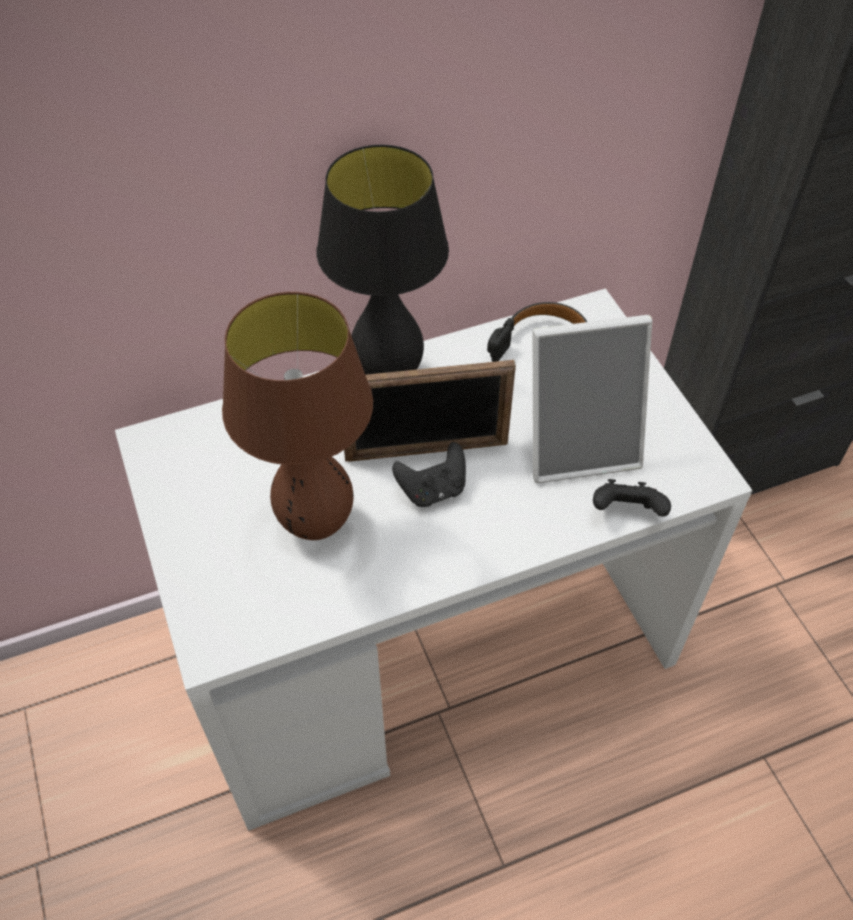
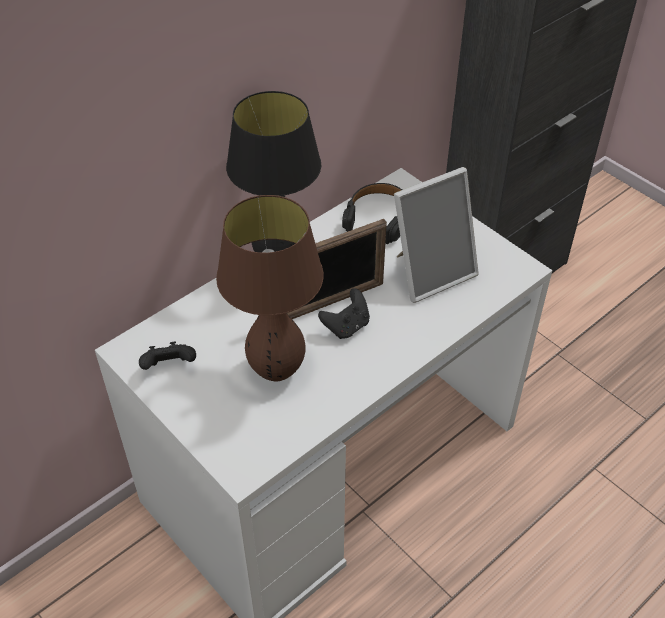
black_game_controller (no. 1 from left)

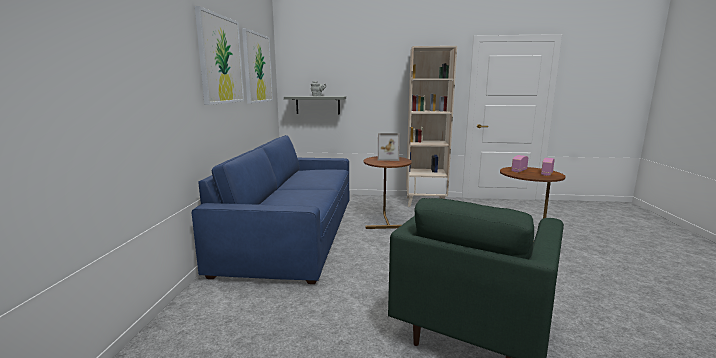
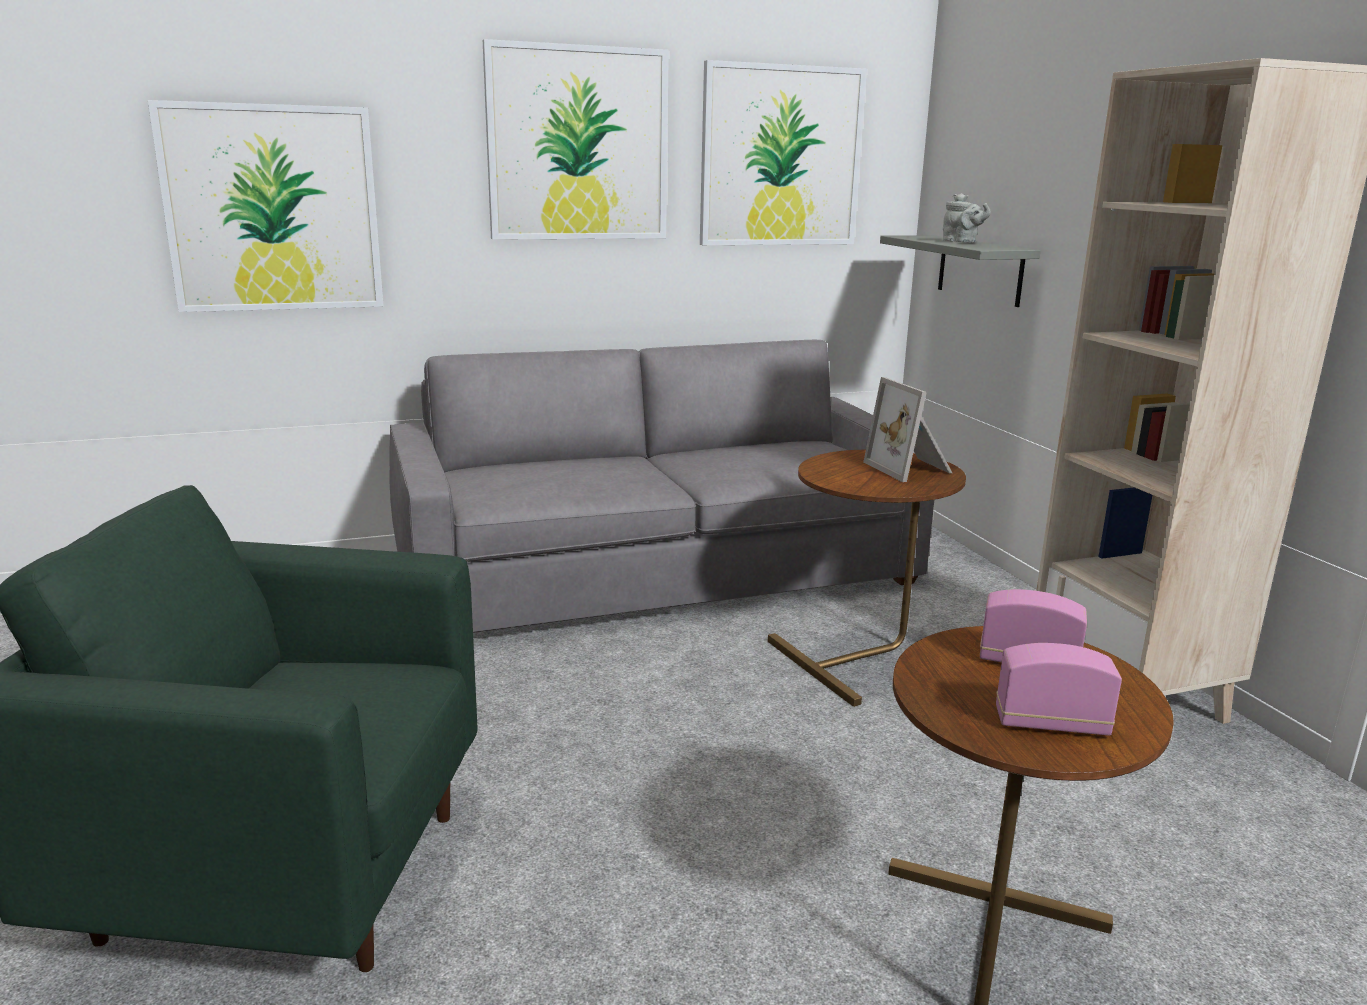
picture (no. 1 from left); greyish_settee

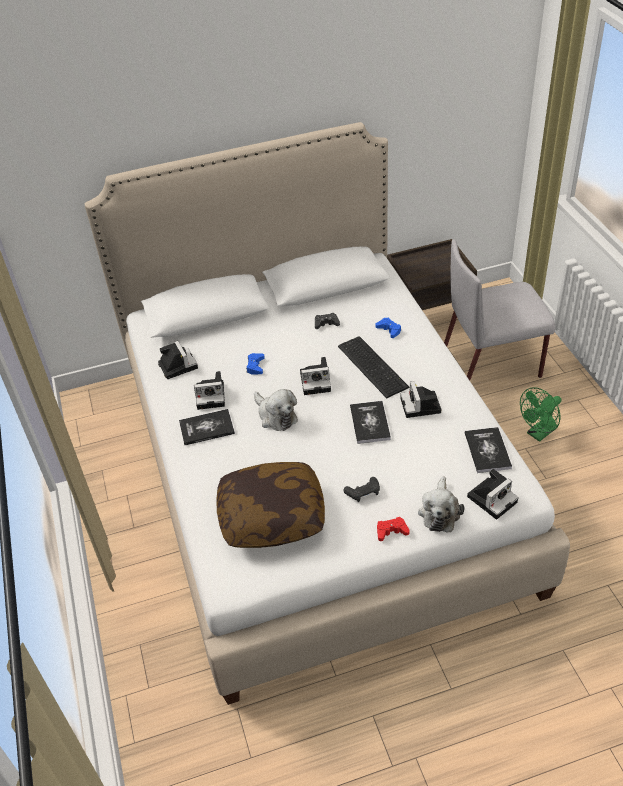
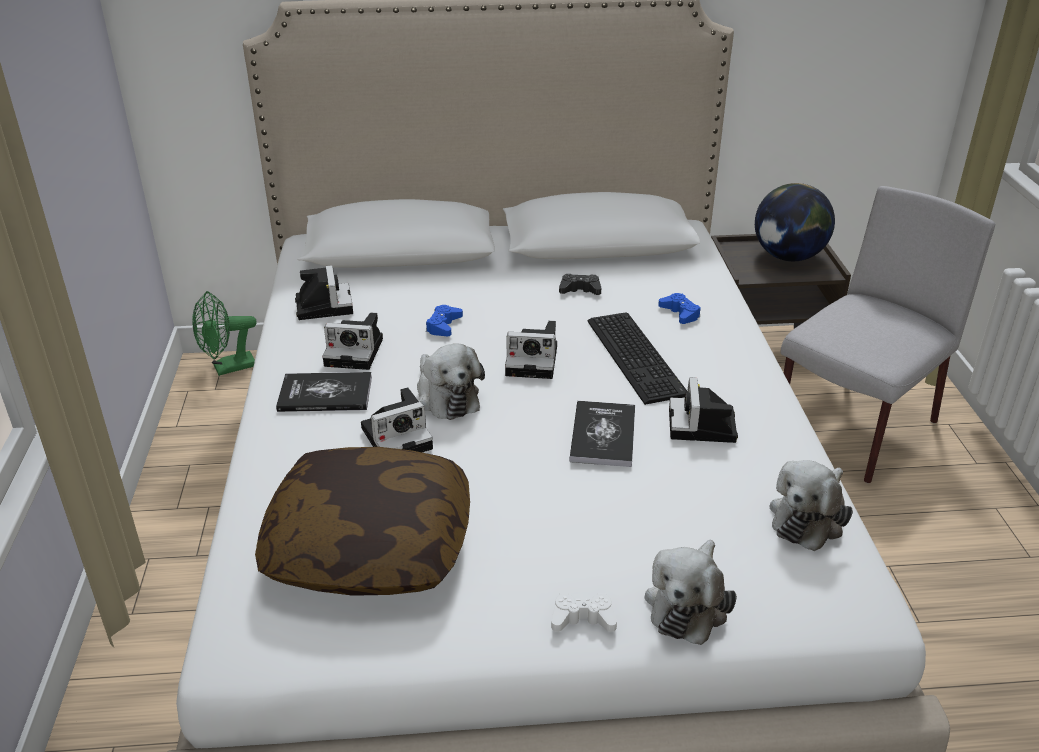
black_game_controller (no. 2 from left in the first image); globe; still_camera (no. 3 from left); green_electric_fan; soft_toy (no. 3 from left); white_game_controller; greyish_plain_chair

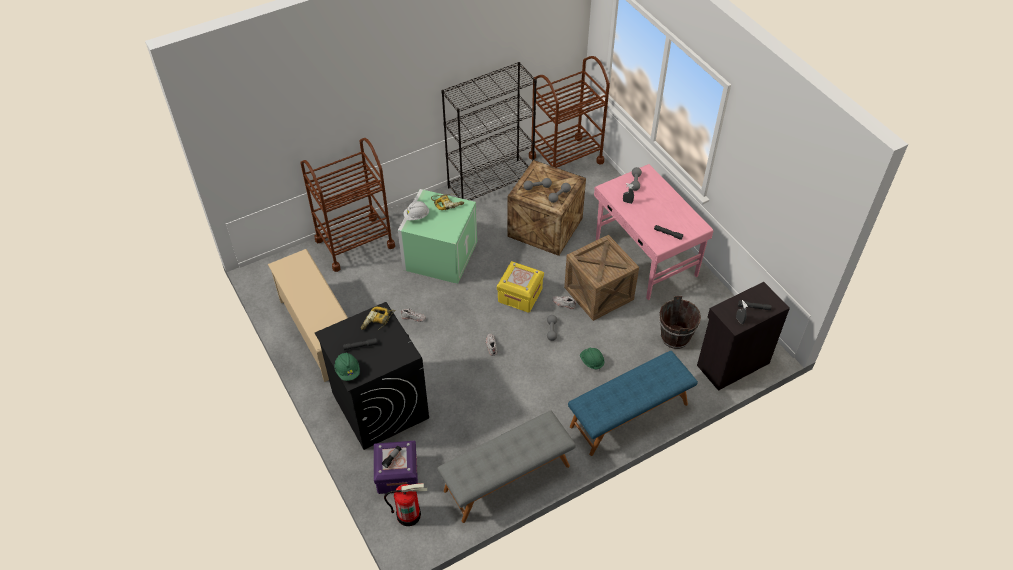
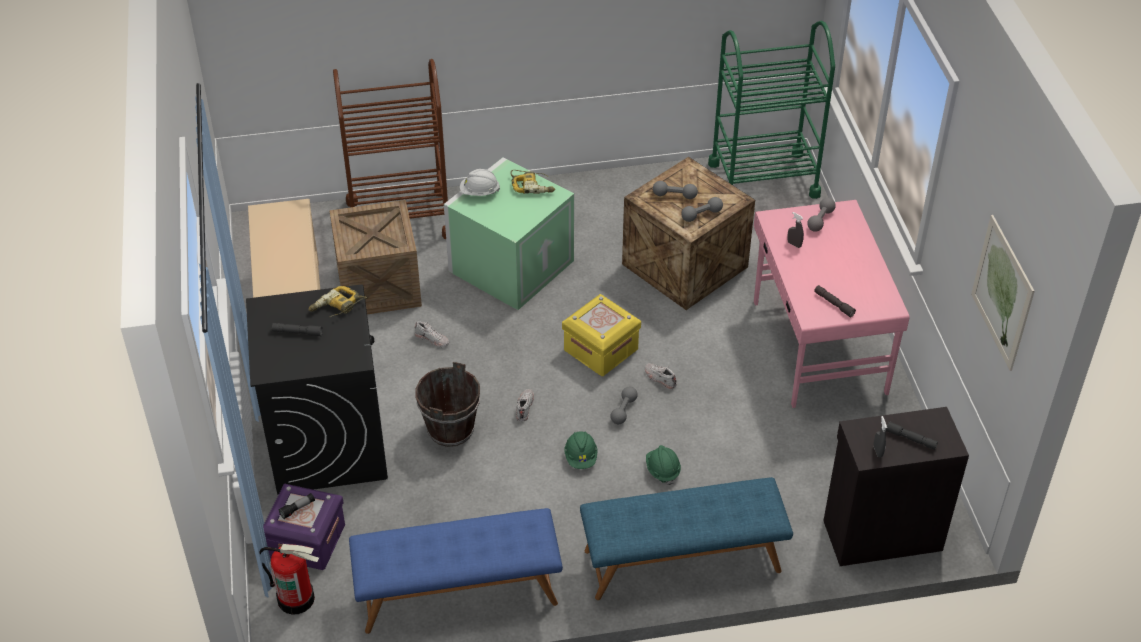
black_bookshelf; picture; green_work_helmet (no. 1 from left); packing_crate (no. 1 from left); brown_bucket; blue-coloured_indoor_bench (no. 1 from left); green_trolley

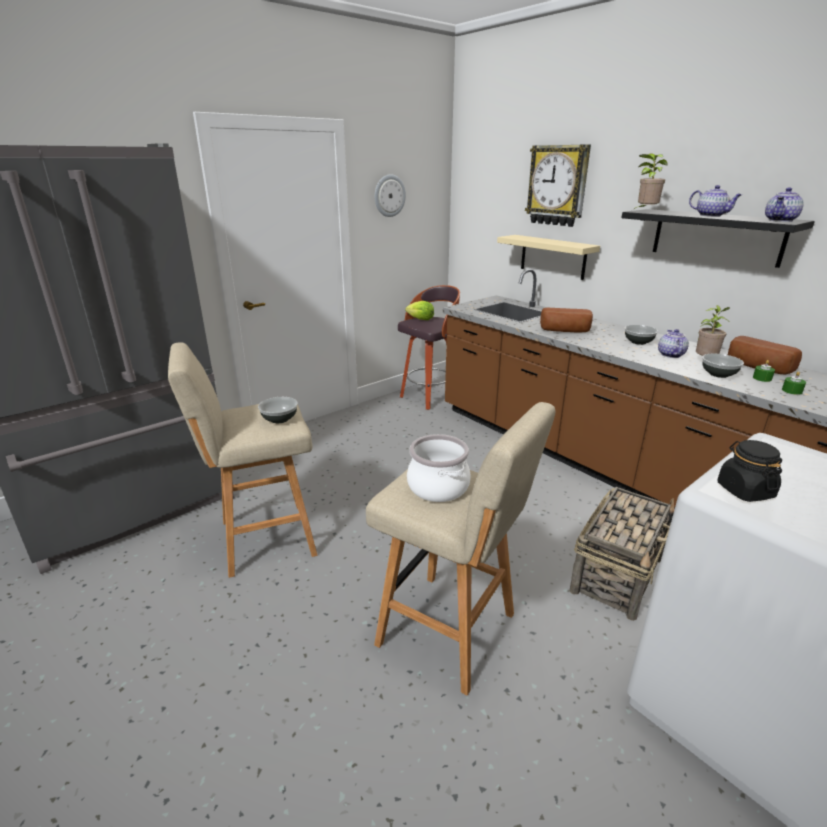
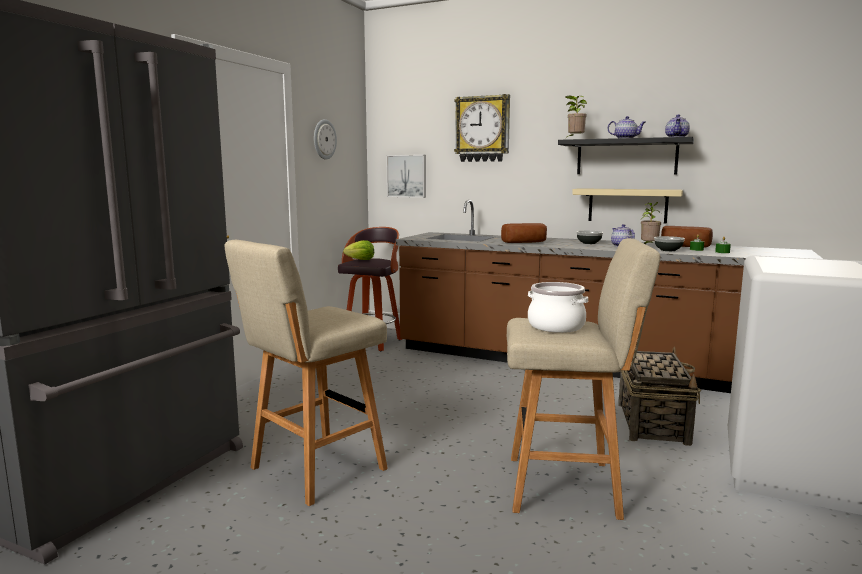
serving_bowl (no. 1 from left in the first image); black_storage_jar; picture; sand-coloured_wall_shelf

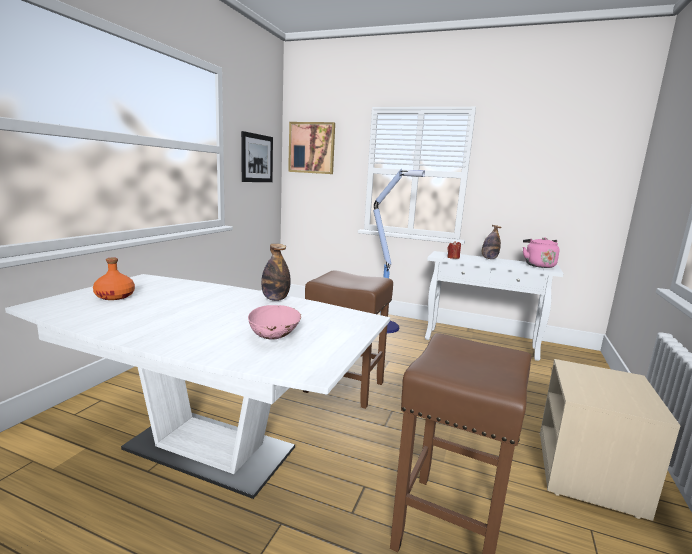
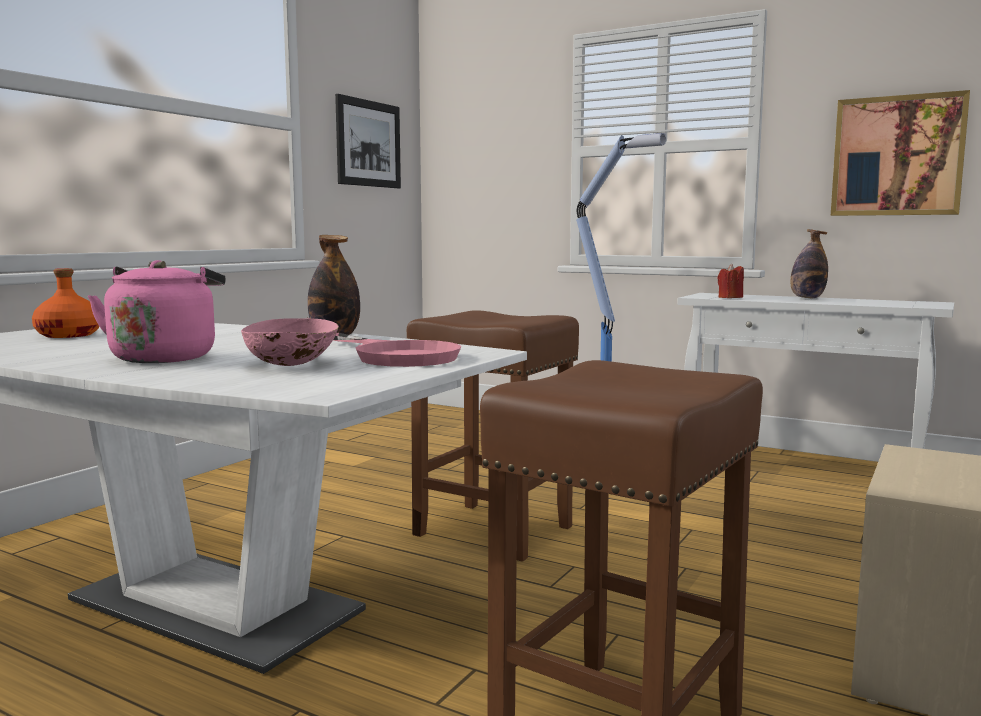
pink-coloured_frying_pan; picture (no. 2 from left); pink-coloured_tea_kettle

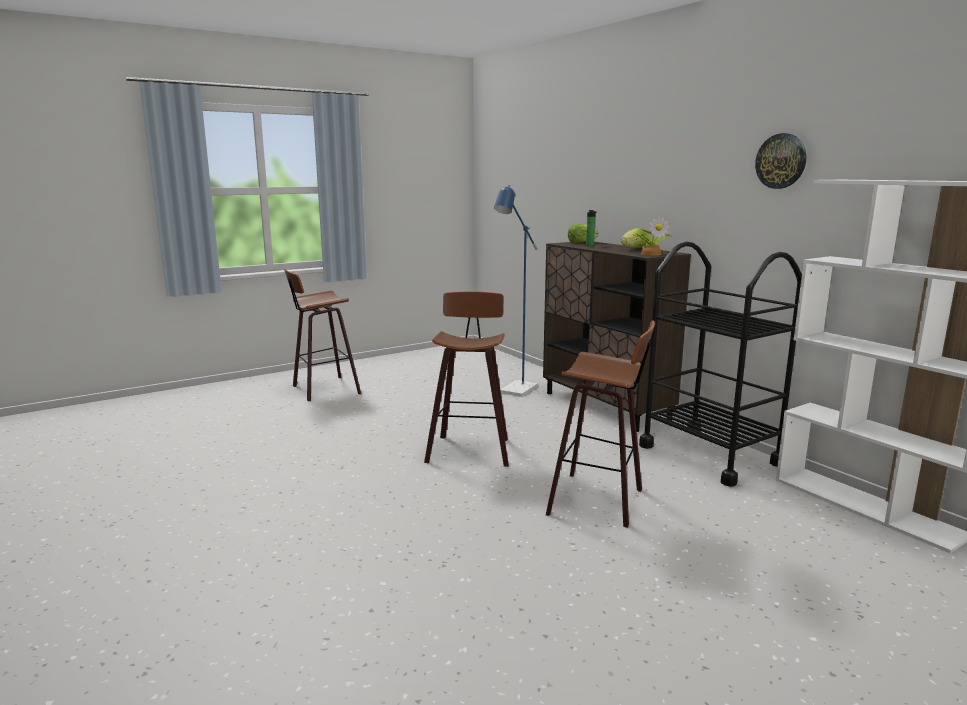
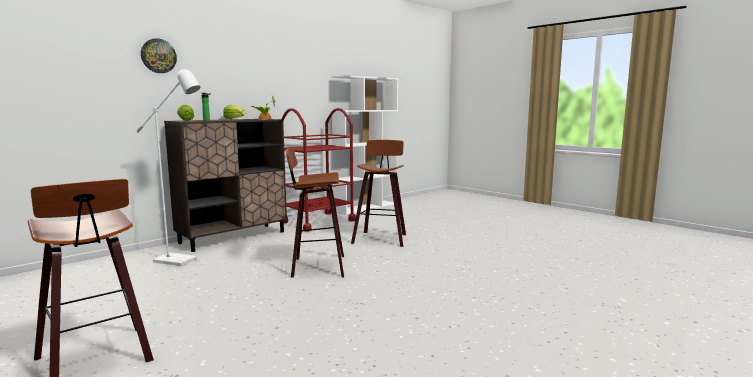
wall_clock; white_standing_lamp; red_trolley

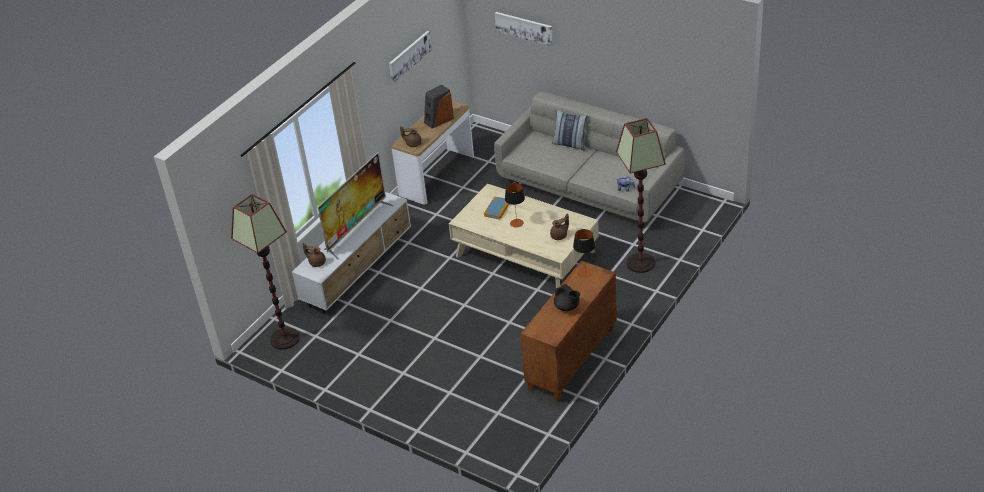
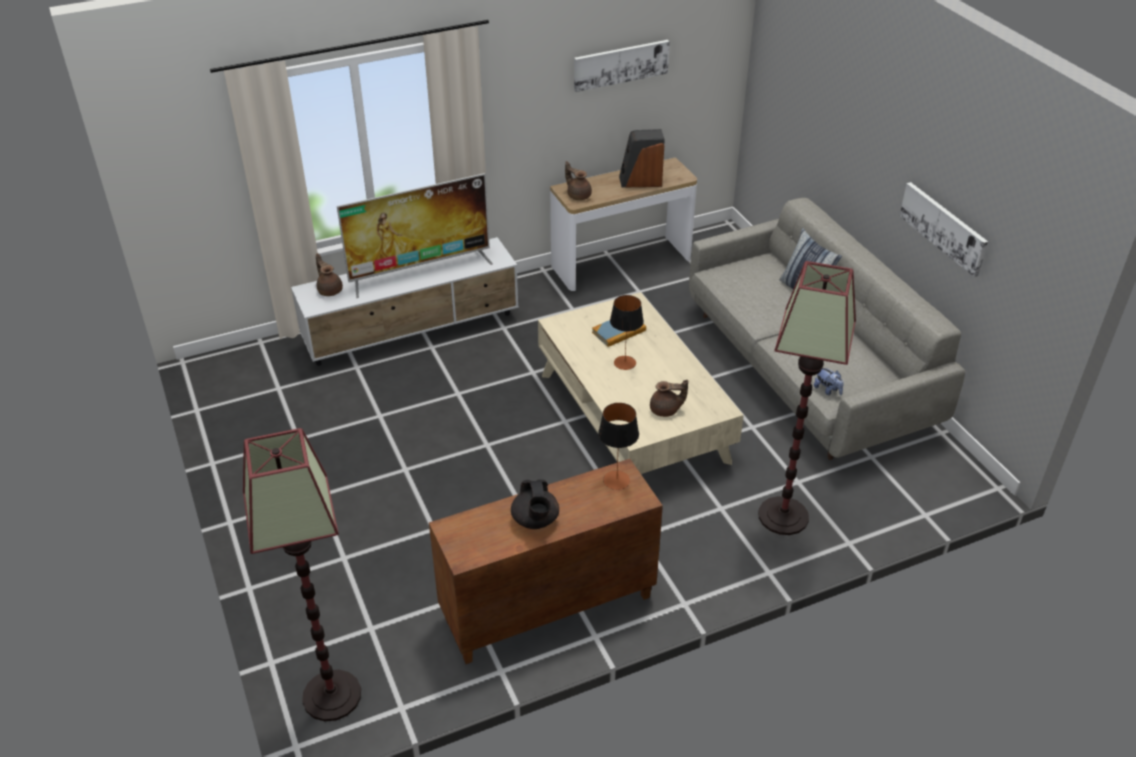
standing_lamp (no. 1 from left); picture (no. 2 from left)

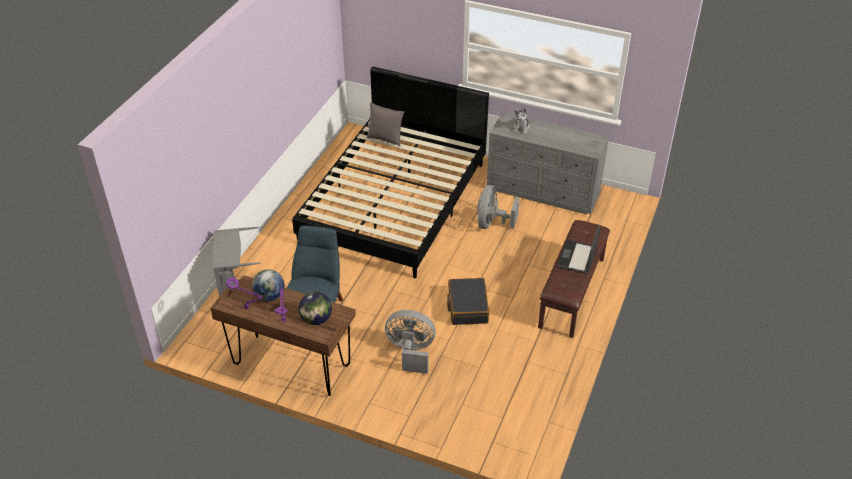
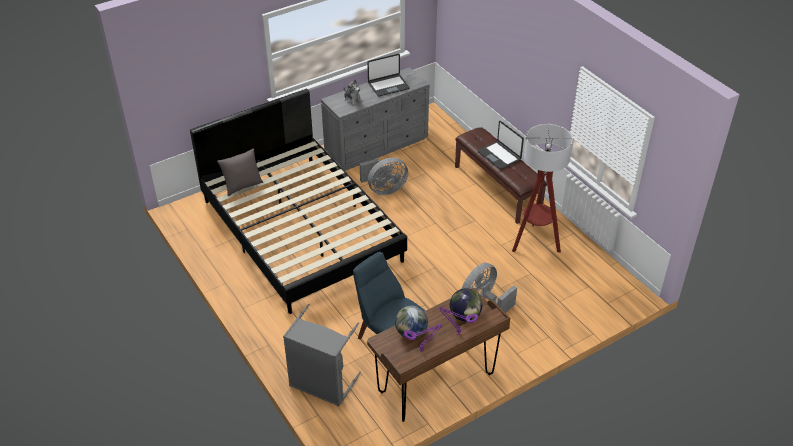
black_piece_of_luggage; portable_computer (no. 1 from left); standing_lamp; greyish_electric_fan (no. 1 from left)

